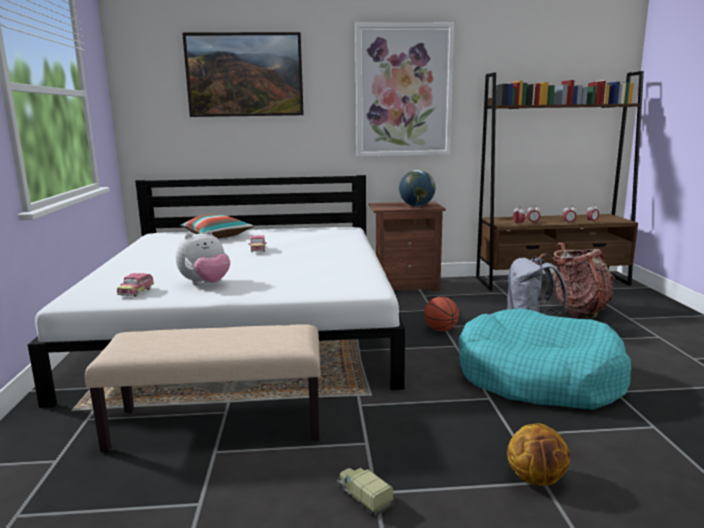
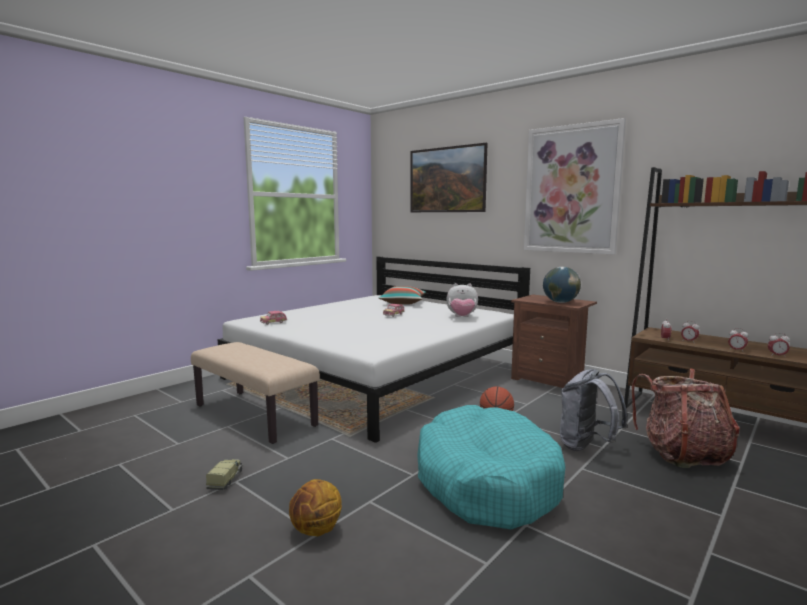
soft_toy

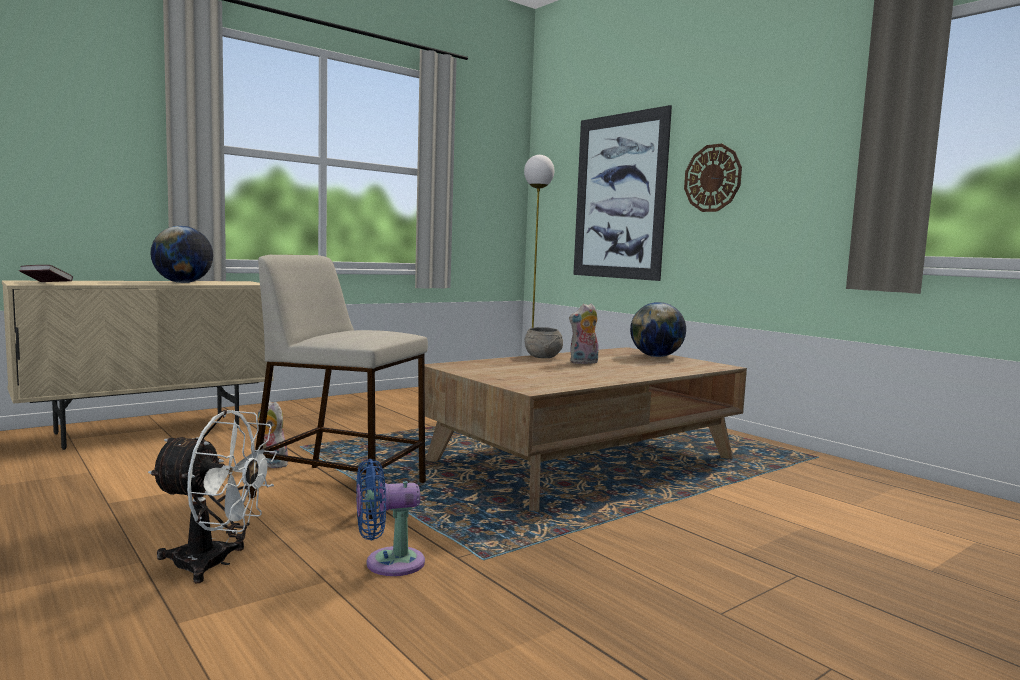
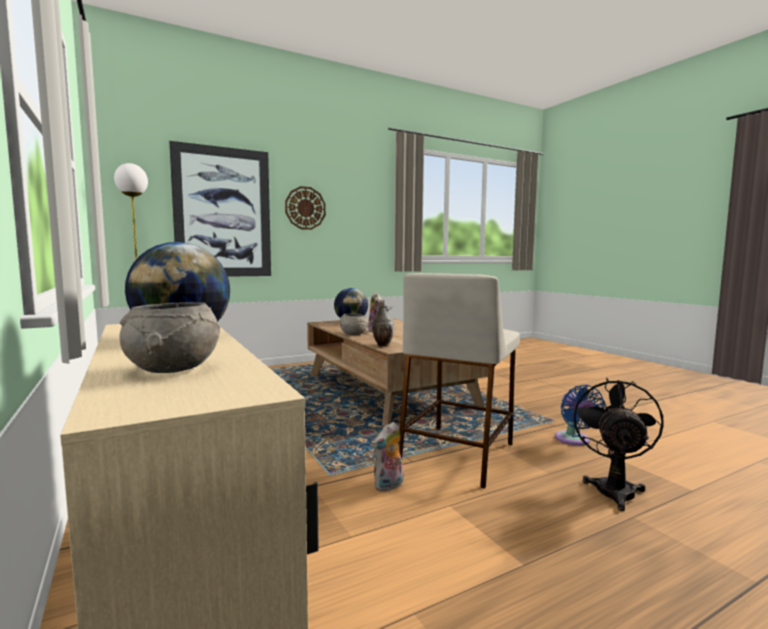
bound_book; greyish_serving_bowl (no. 1 from left); vase; black_electric_fan

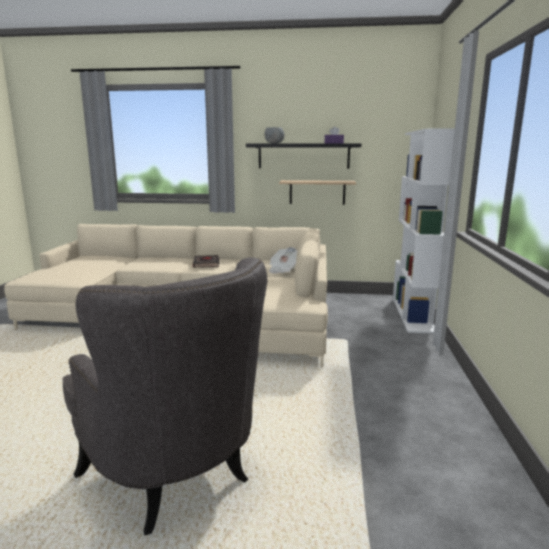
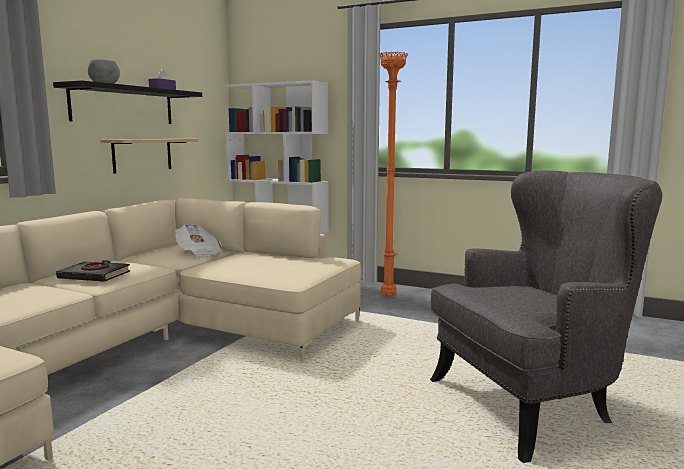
orange_standing_lamp

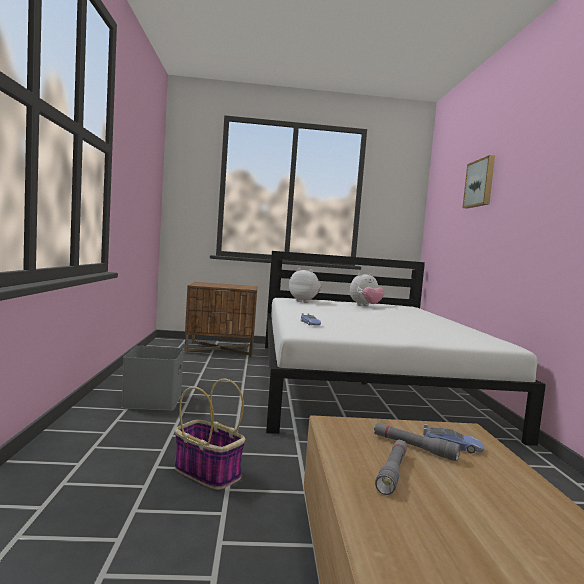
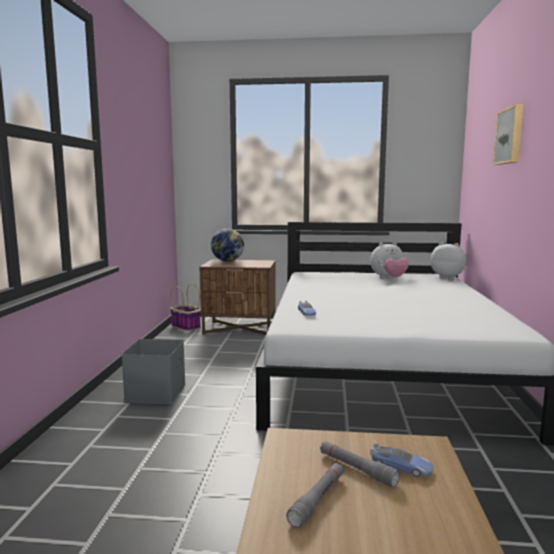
globe; basket; soft_toy (no. 2 from left)

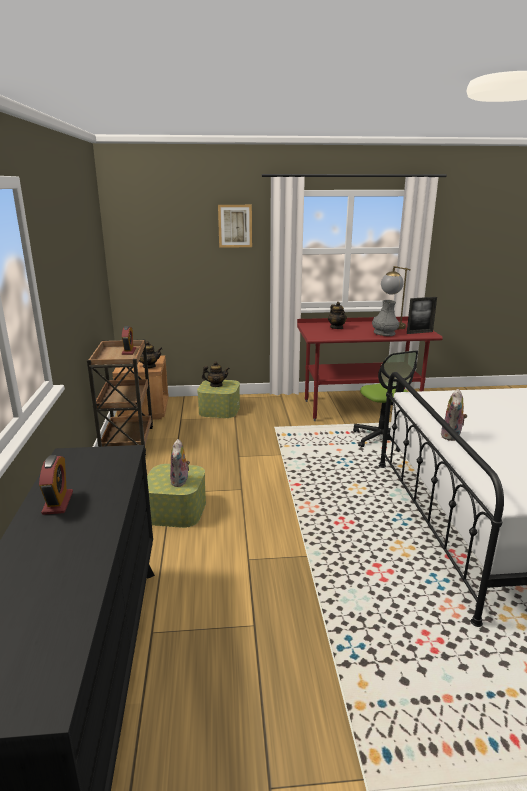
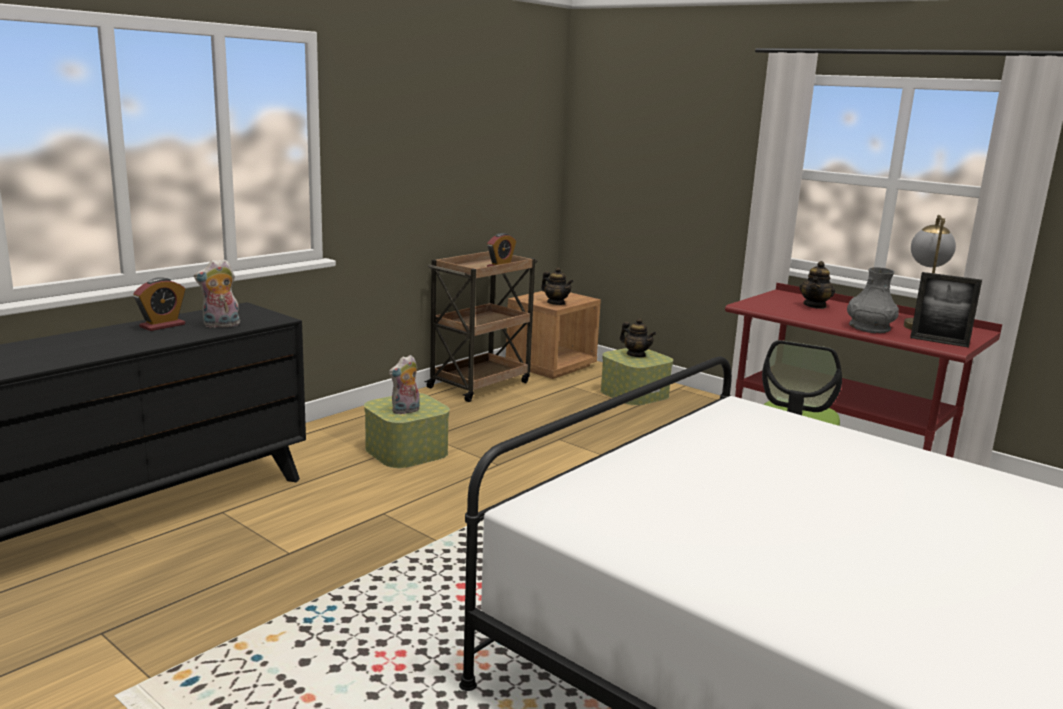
picture; soft_toy (no. 1 from left)

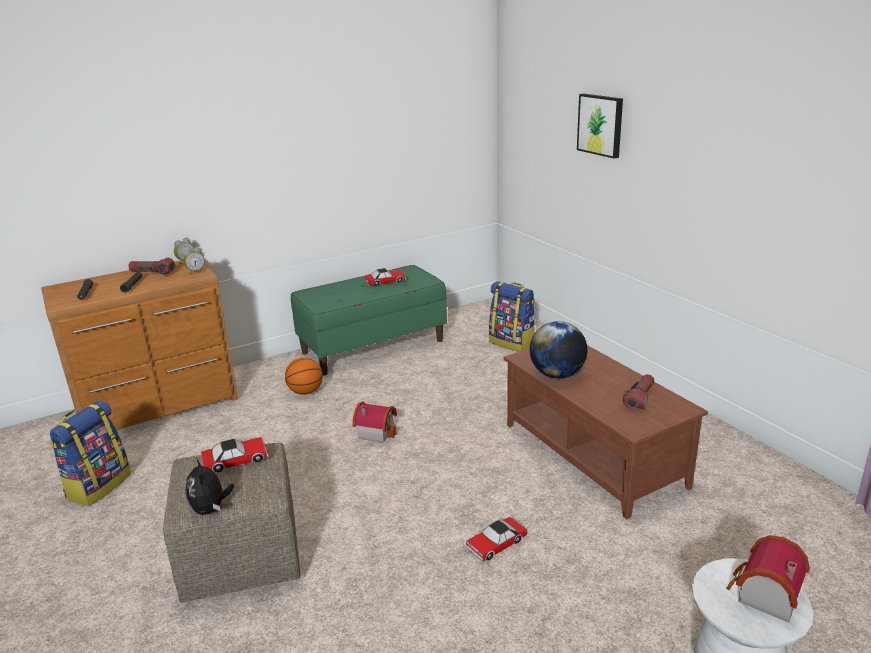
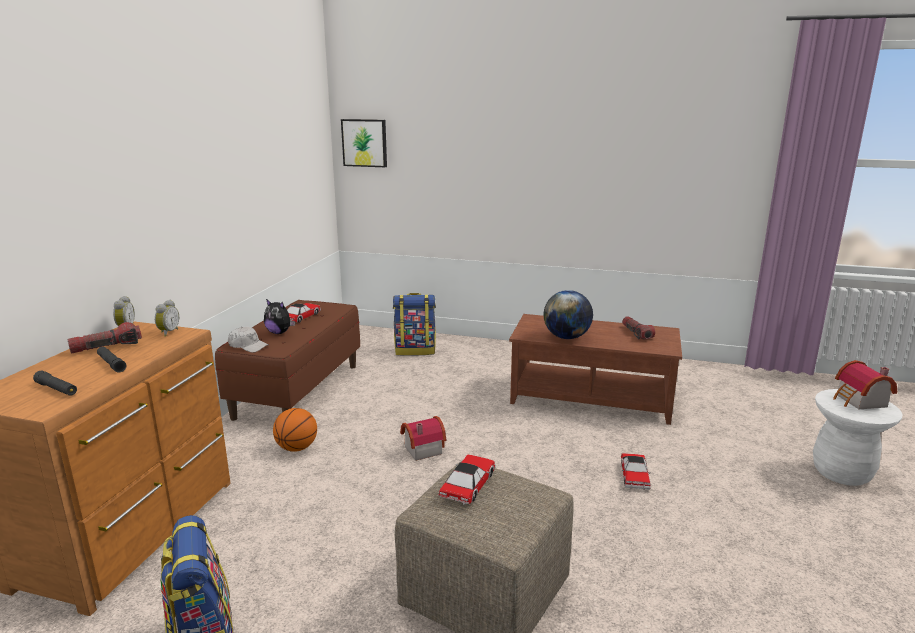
white_peaked_cap; soft_toy; picture; brown_indoor_bench

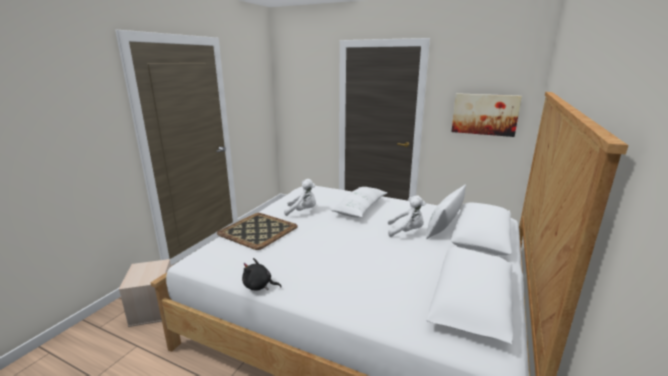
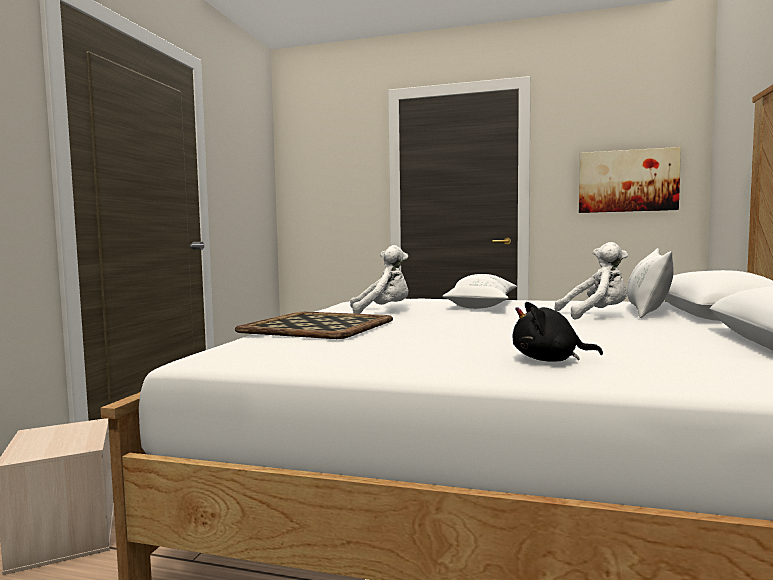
black_soft_toy

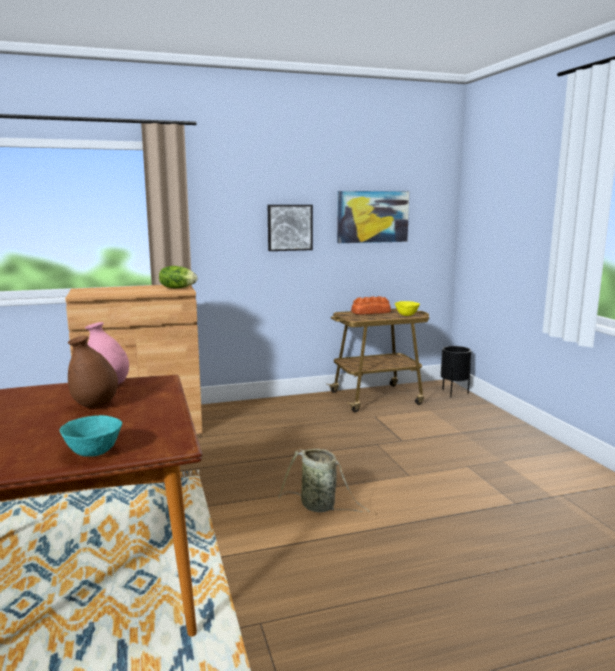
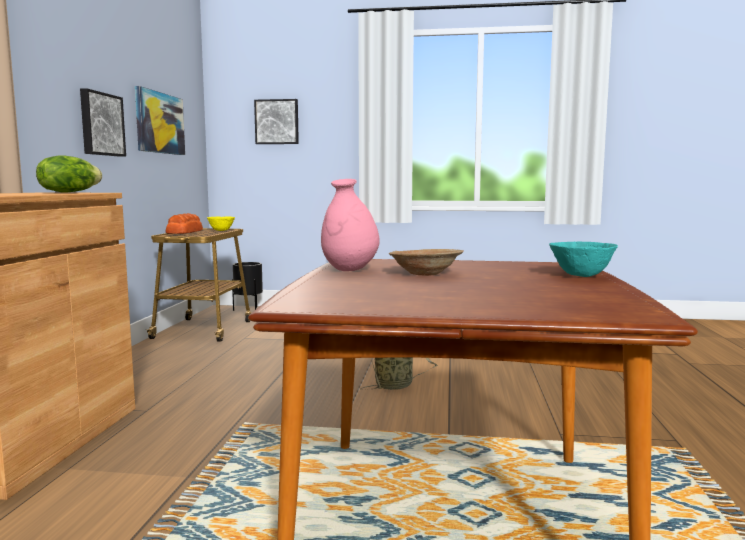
picture (no. 3 from left); brown_serving_bowl

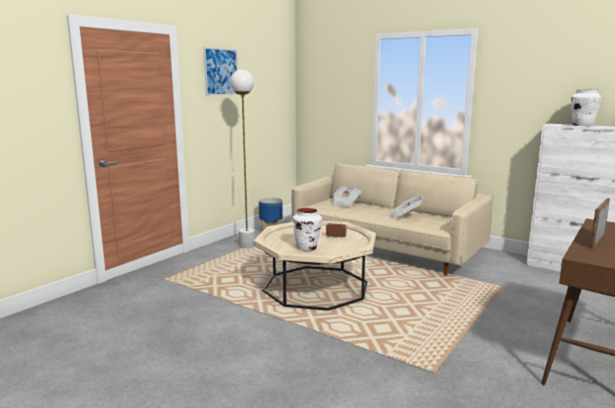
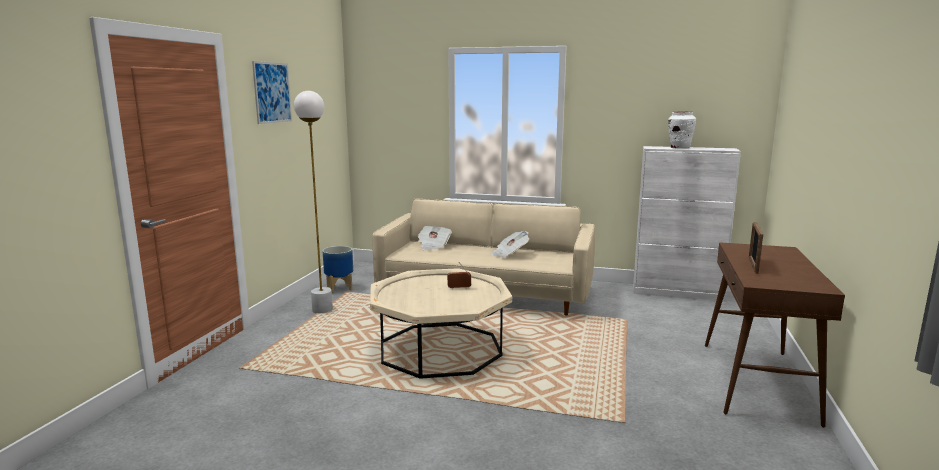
white_vase (no. 1 from left in the first image)

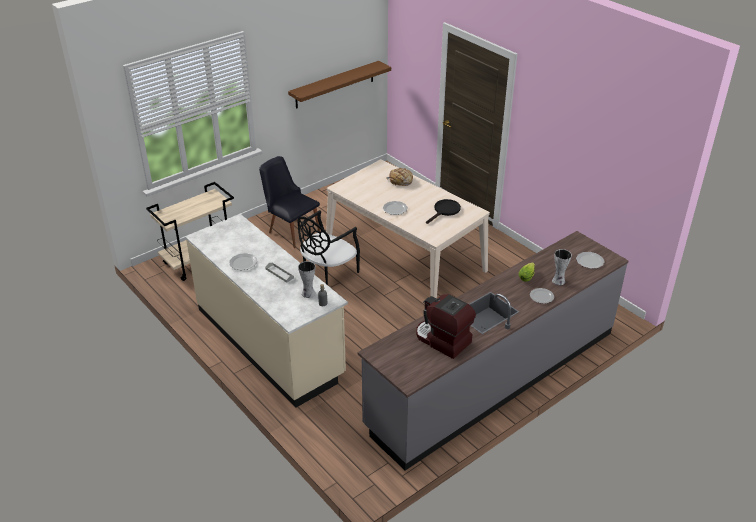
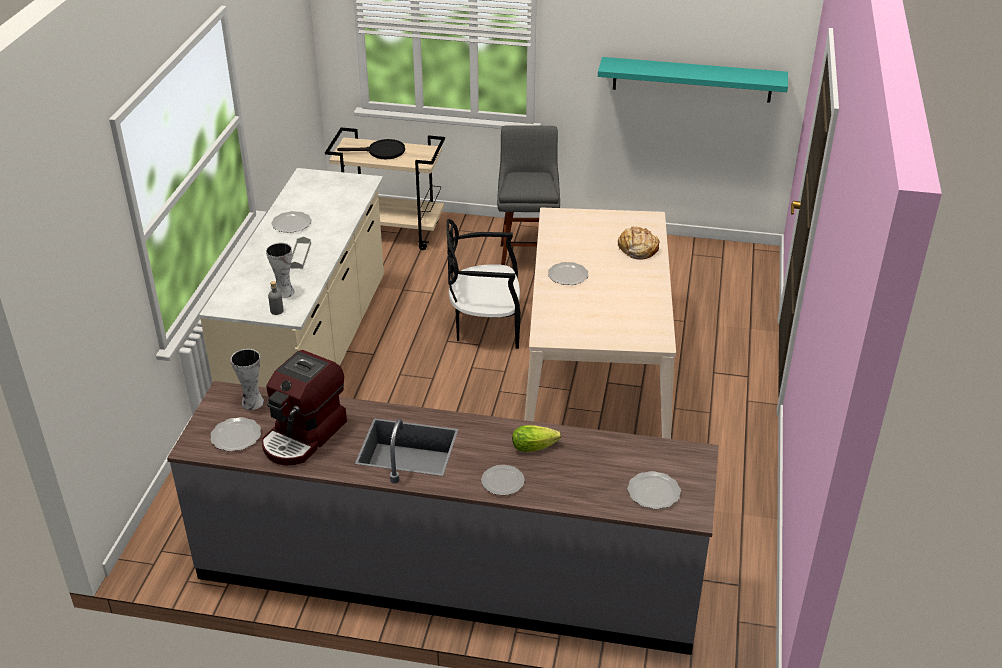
flat_dish (no. 1 from left); black_frying_pan; vase (no. 1 from left); greyish_stool; turquoise-coloured_wall_shelf; coffee_brewer

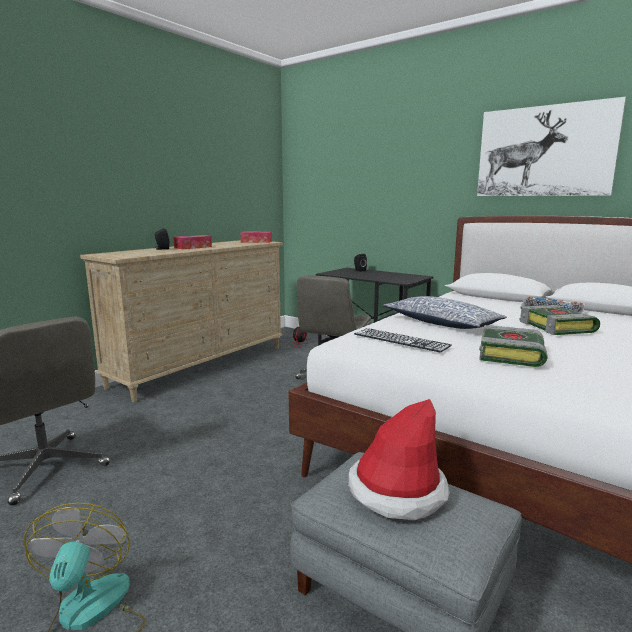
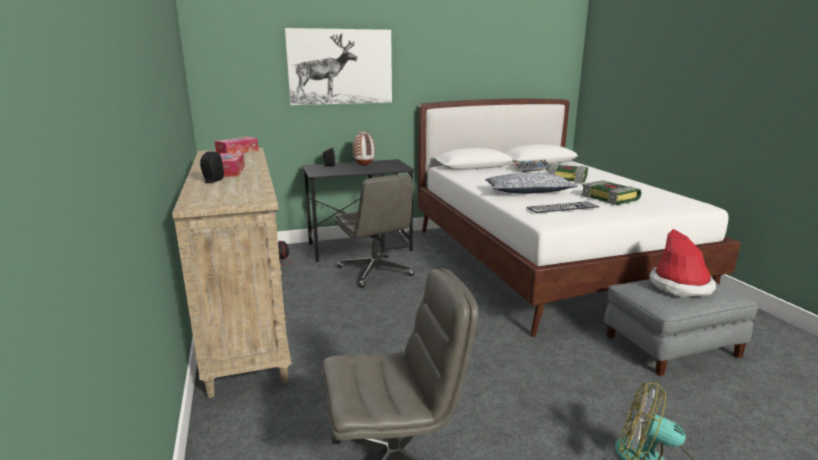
vase; picture

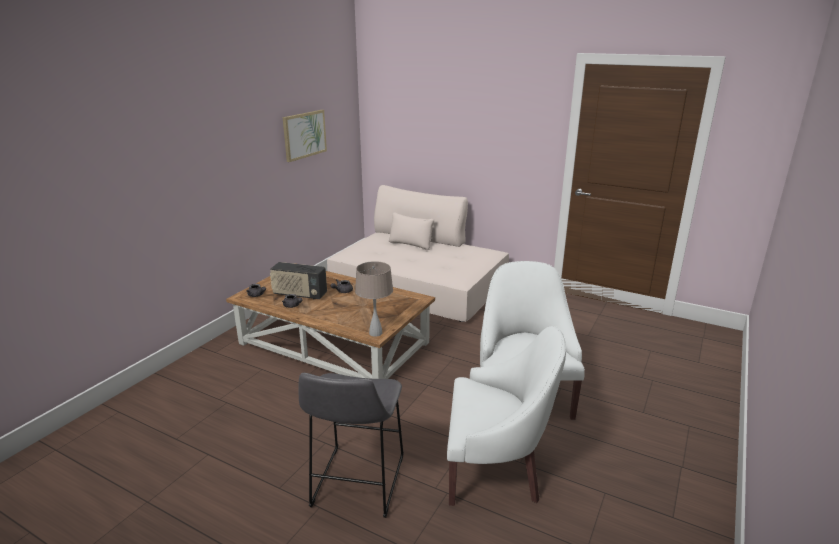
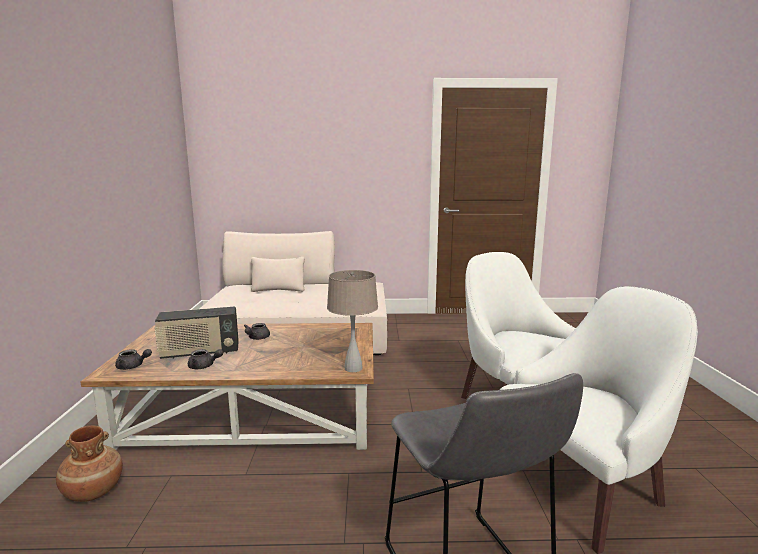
picture; brown_vase

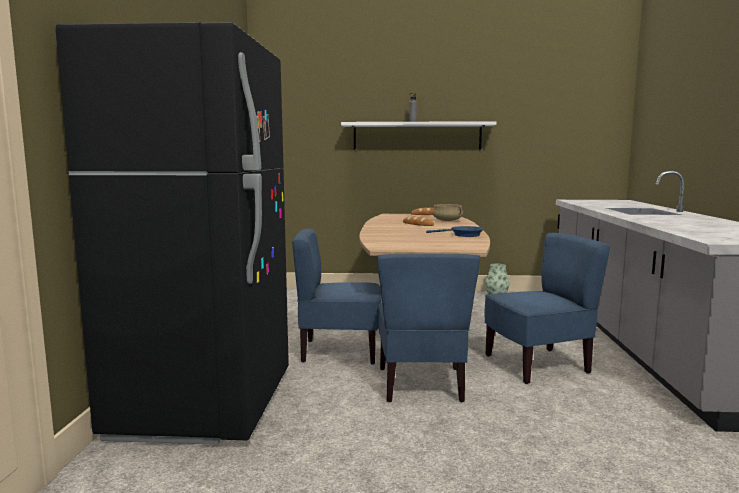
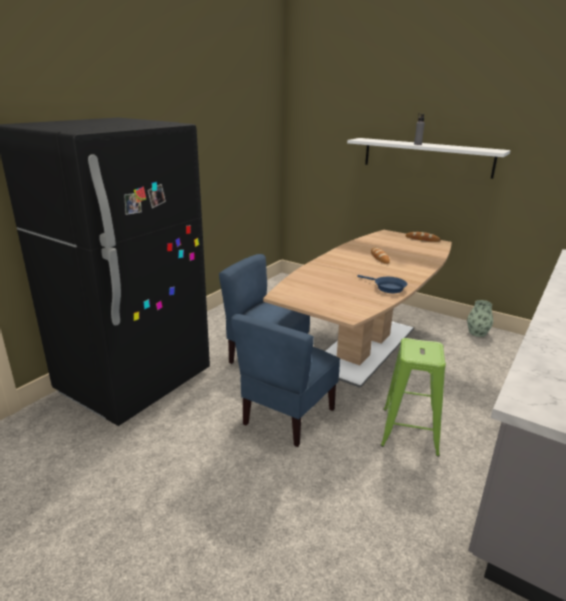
sand-coloured_cooking_pot; green_stool

